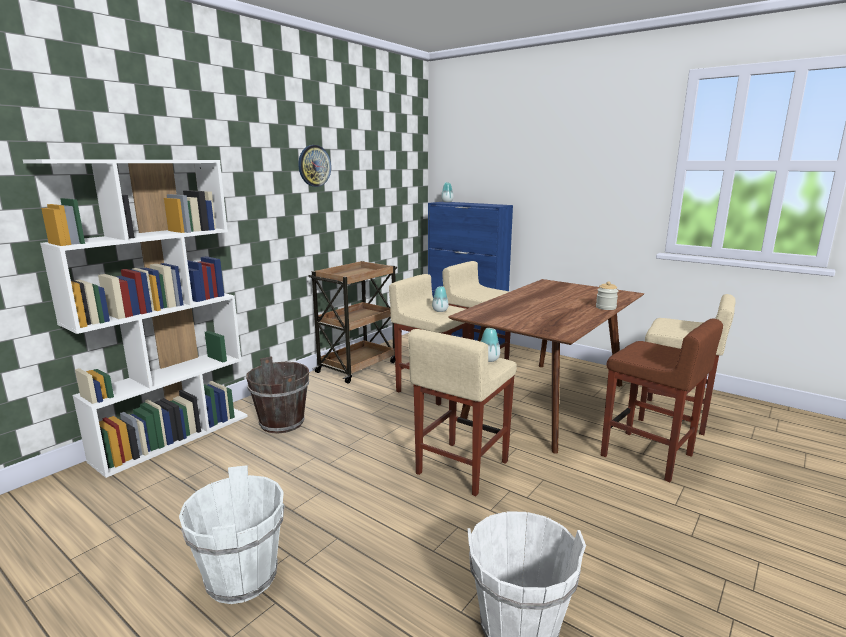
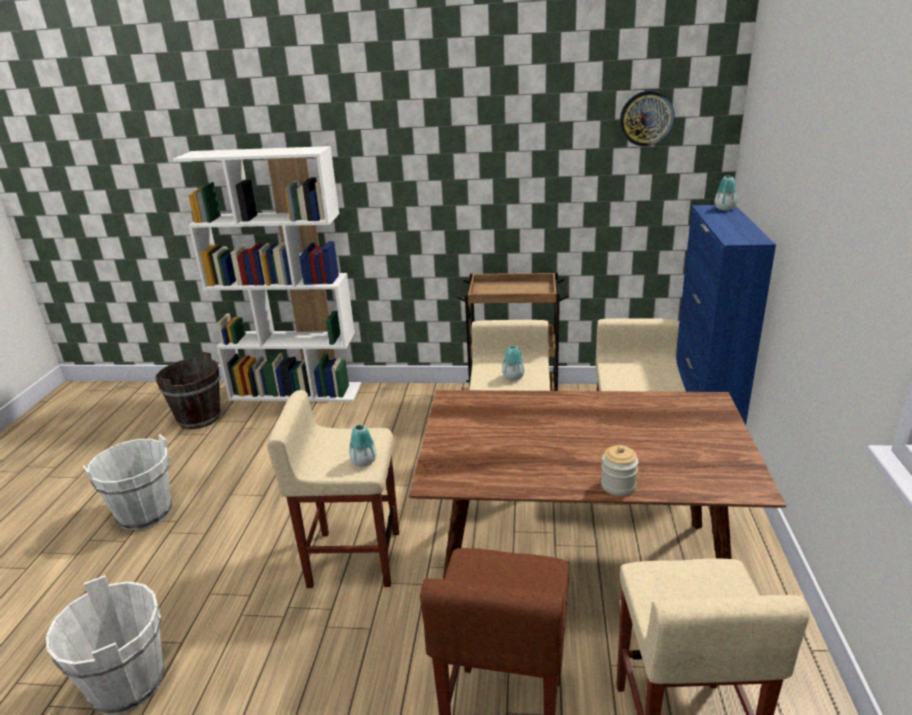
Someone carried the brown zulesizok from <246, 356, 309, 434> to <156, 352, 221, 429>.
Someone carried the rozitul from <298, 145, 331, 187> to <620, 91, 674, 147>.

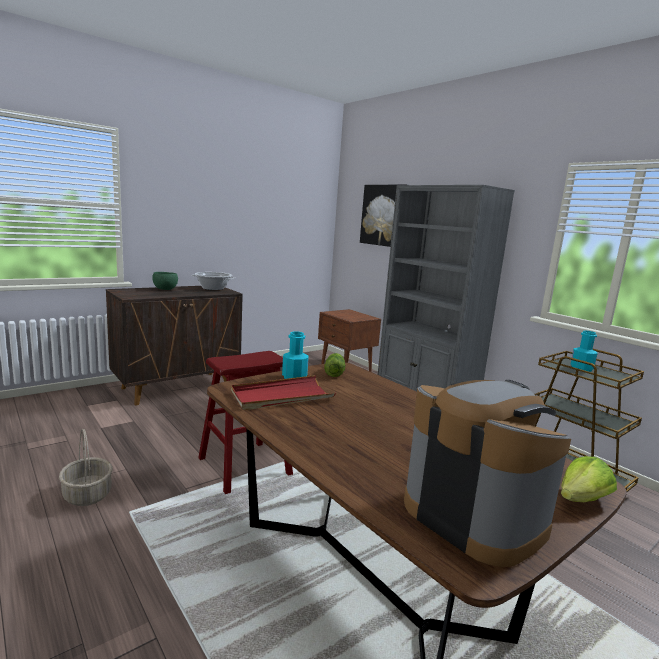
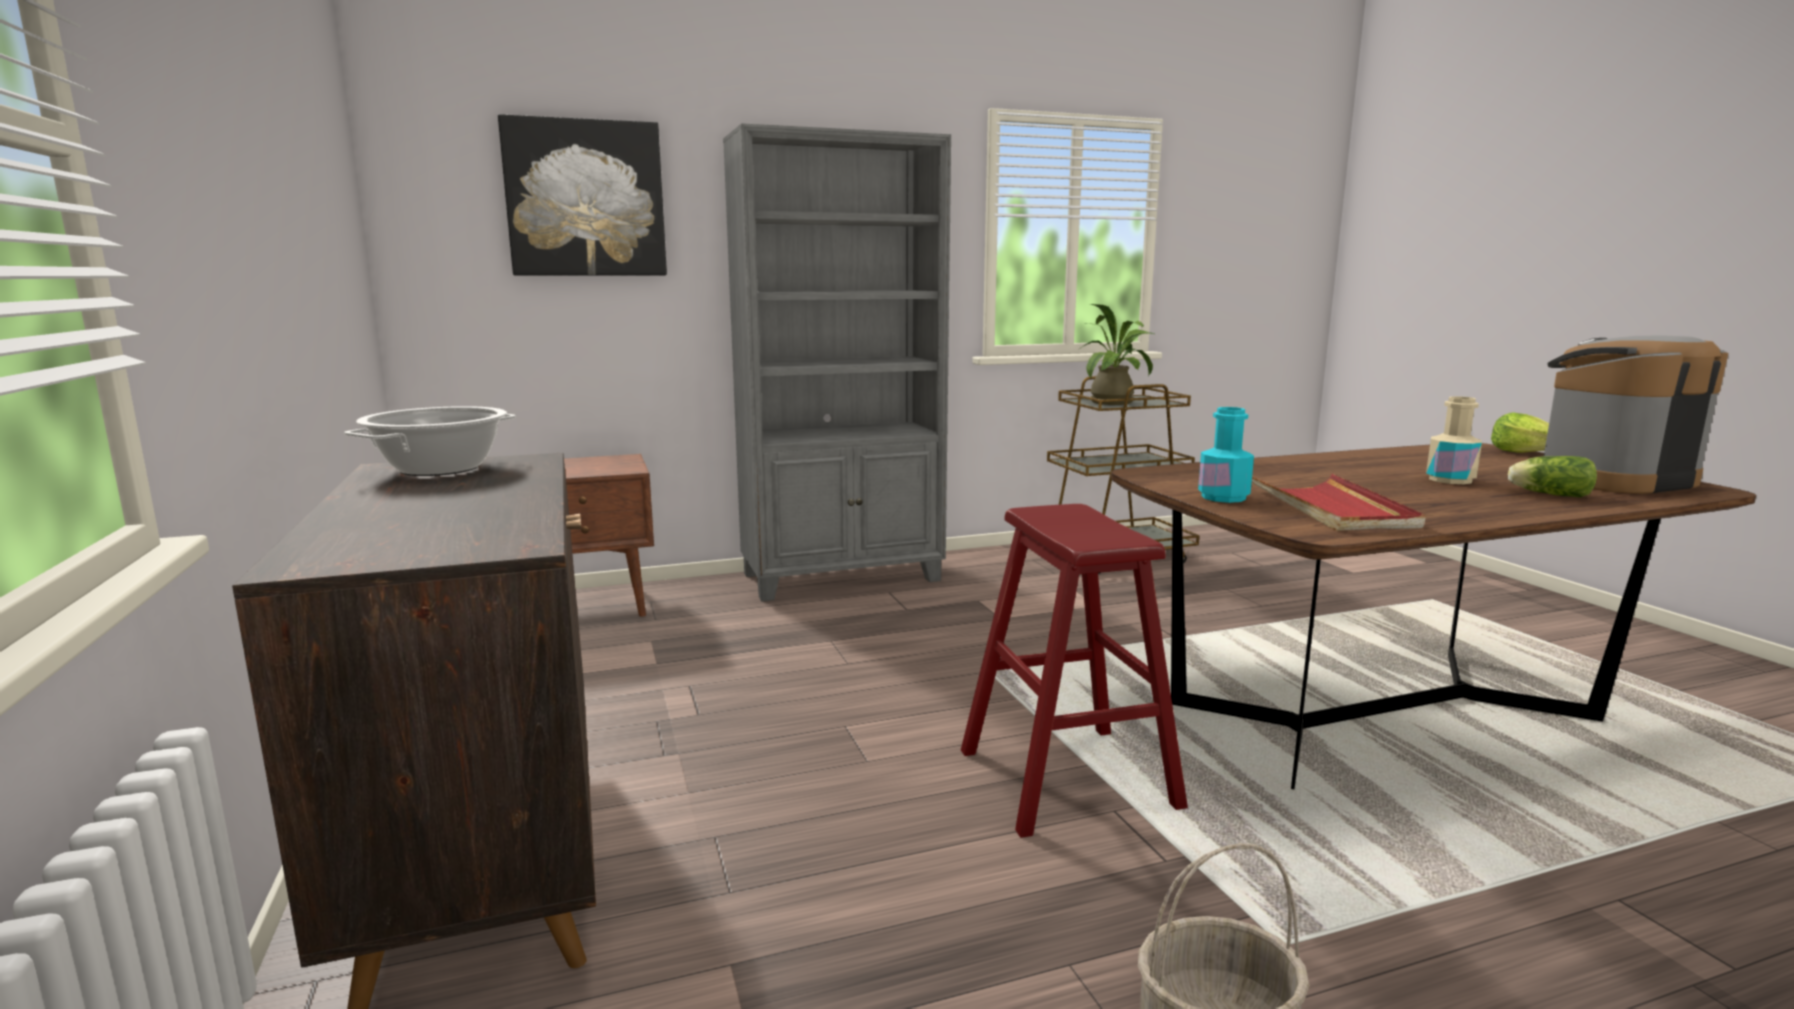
Someone took away the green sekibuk at <152, 272, 178, 290>.
Someone put down the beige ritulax at <1426, 396, 1482, 484>.
Someone carried the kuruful from <324, 353, 345, 377> to <1508, 456, 1597, 498>.
Someone swapped the turquoise ritulax at <571, 331, 598, 372> for the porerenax at <1078, 304, 1154, 405>.

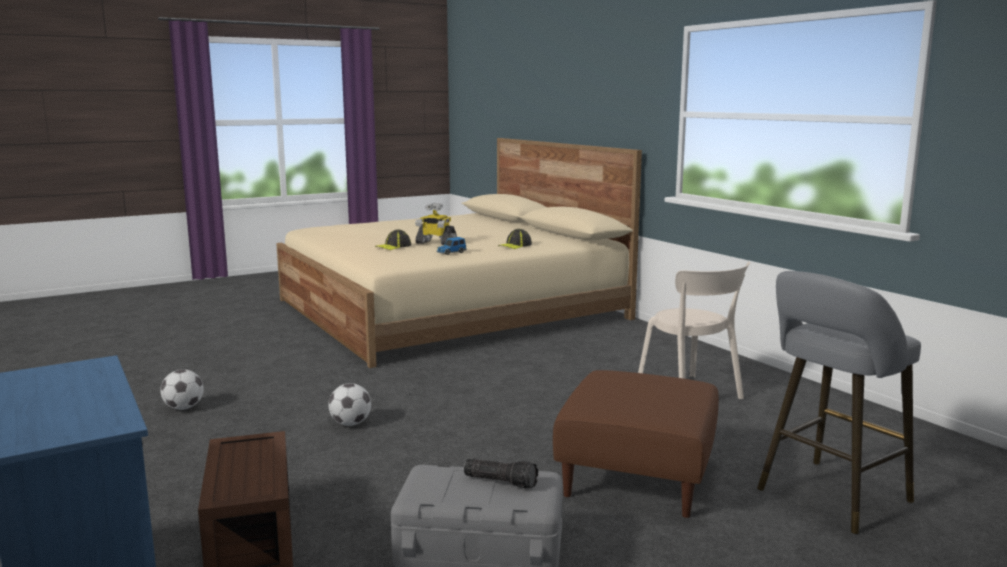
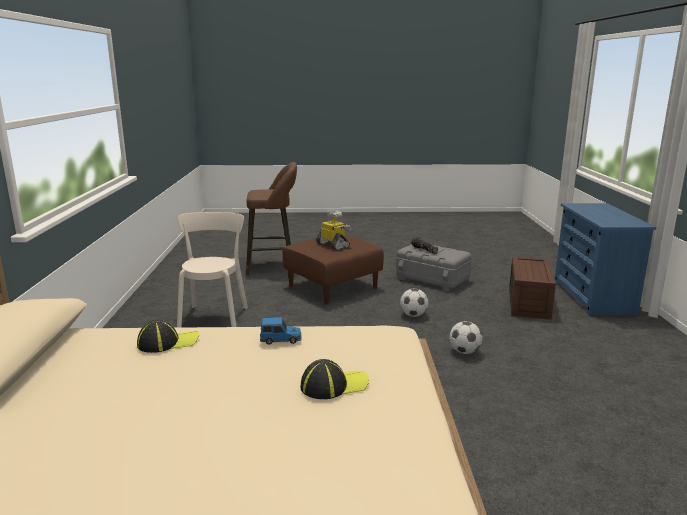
Someone carried the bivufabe from <160, 369, 204, 410> to <400, 289, 428, 317>.
Someone carried the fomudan from <415, 203, 457, 245> to <316, 211, 351, 250>.
Someone repainted the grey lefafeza at <757, 271, 921, 534>, which became the brown lefafeza at <246, 162, 297, 275>.

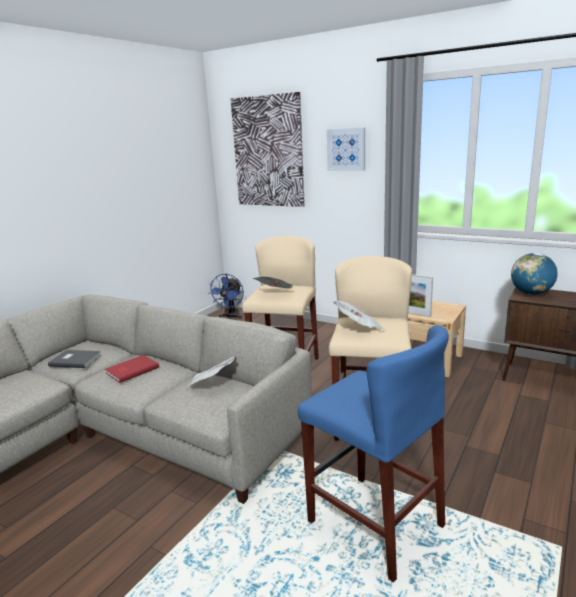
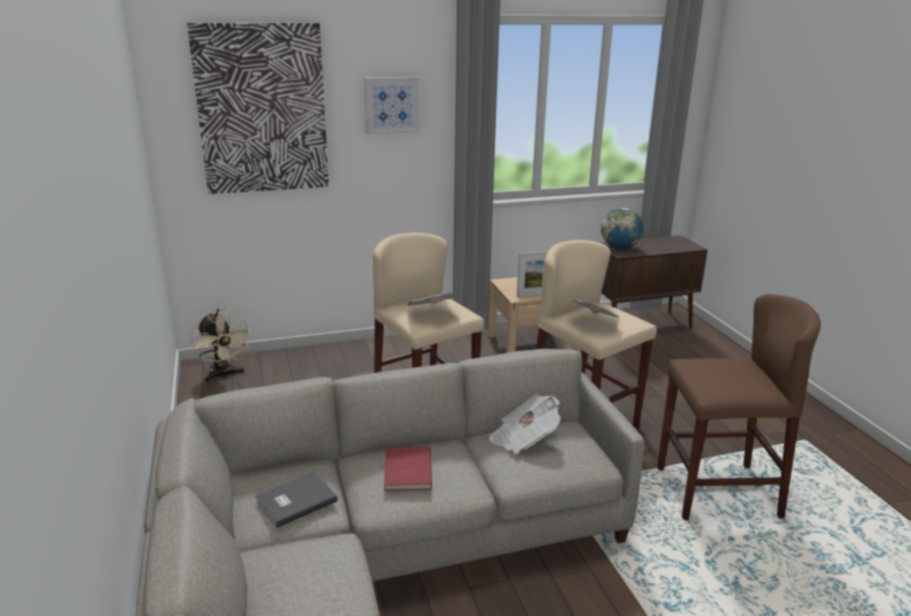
Someone repainted the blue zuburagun at <208, 274, 244, 319>, which became the beige zuburagun at <191, 309, 251, 382>.
Someone repainted the blue lefafeza at <298, 325, 449, 582>, which became the brown lefafeza at <657, 294, 821, 520>.

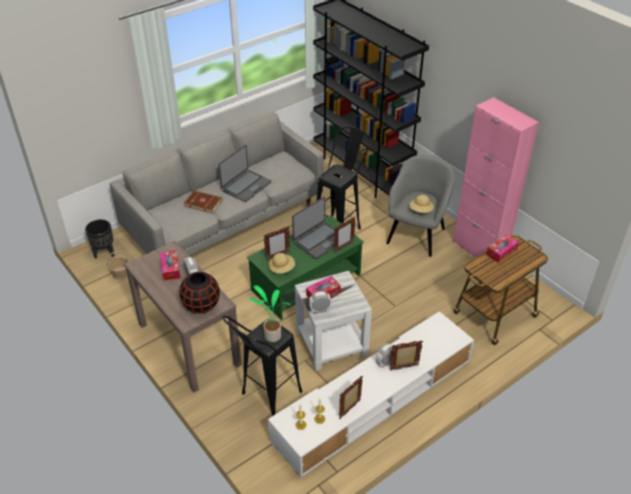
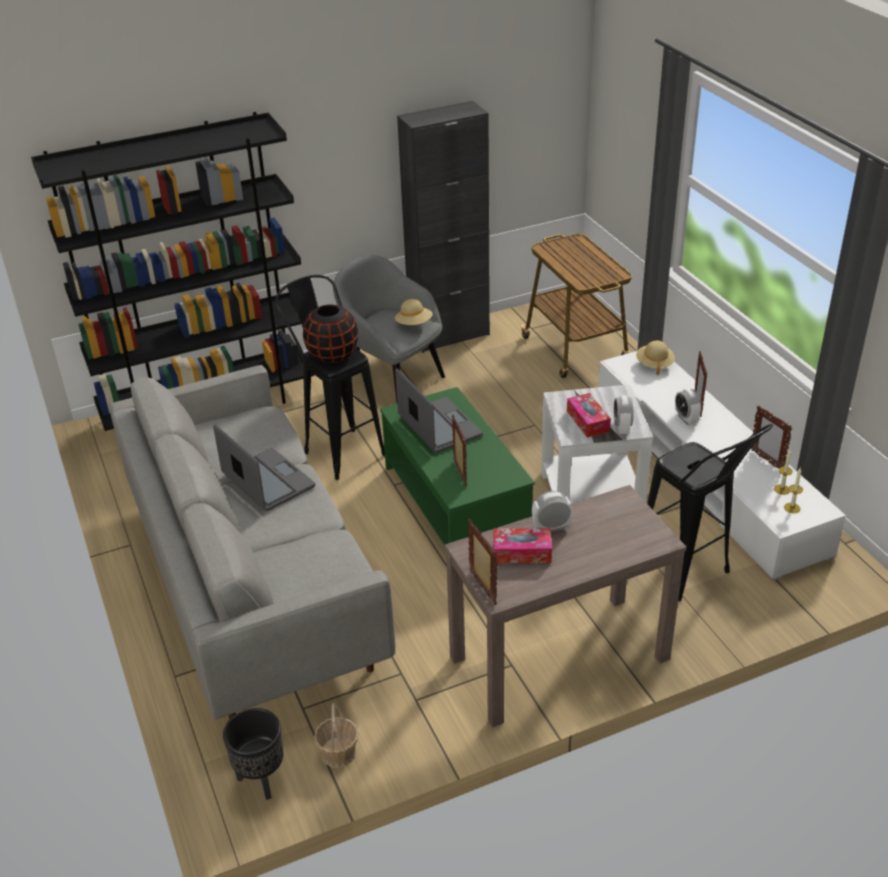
Someone took away the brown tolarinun at <184, 191, 223, 213>.
Someone took away the porerenax at <249, 285, 291, 342>.
Someone took away the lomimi at <486, 235, 519, 263>.
Someone carried the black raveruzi from <180, 272, 220, 313> to <303, 305, 358, 363>.
Someone carried the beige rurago from <269, 253, 295, 273> to <636, 341, 675, 375>.
Someone carried the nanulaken from <334, 216, 356, 253> to <468, 519, 497, 605>.
Someone repainted the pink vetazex at <453, 97, 539, 260>, which became the black vetazex at <397, 101, 490, 353>.

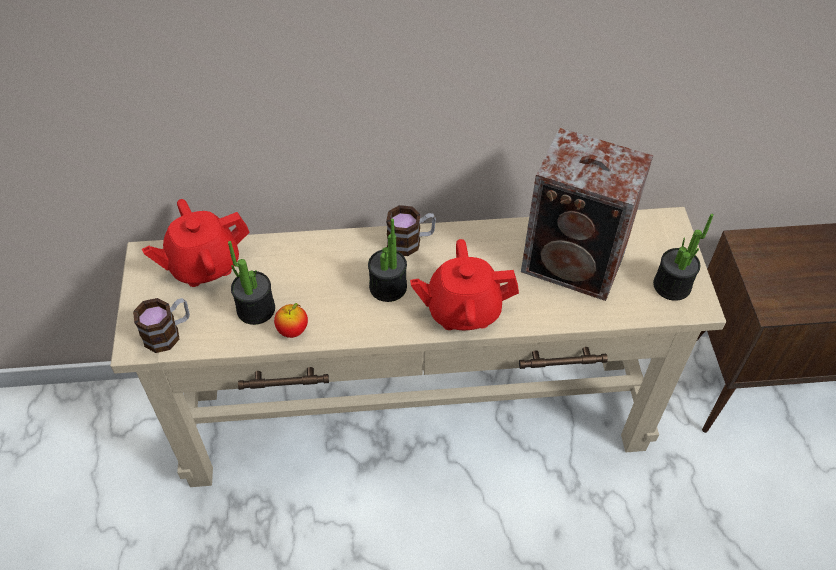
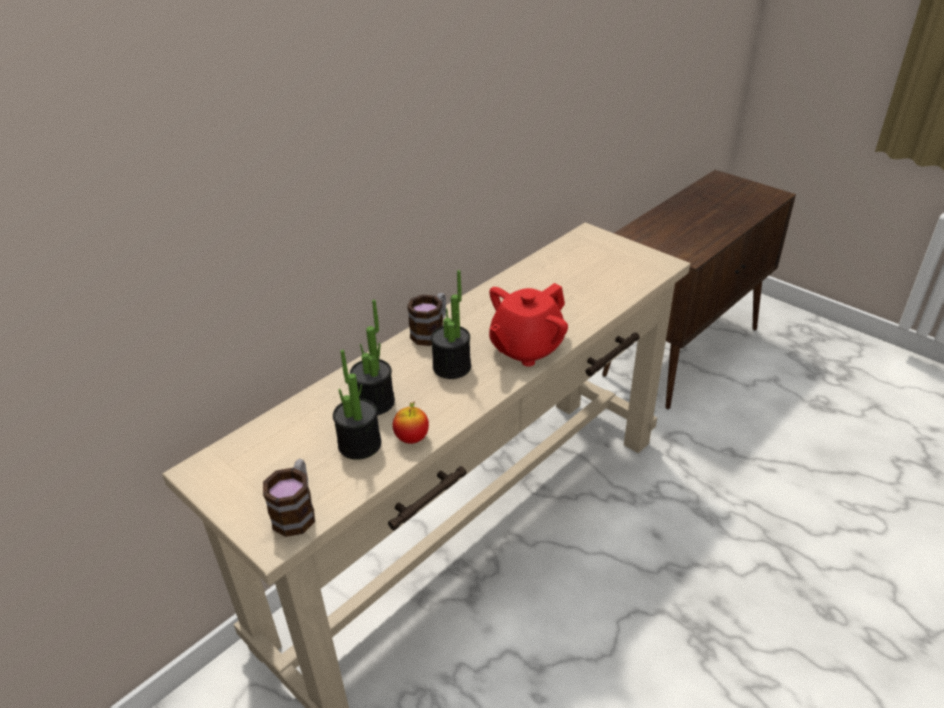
Someone took away the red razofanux at <142, 199, 250, 287>.
Someone took away the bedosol at <521, 128, 654, 301>.
Someone carried the porerenax from <653, 214, 714, 301> to <350, 300, 395, 415>.

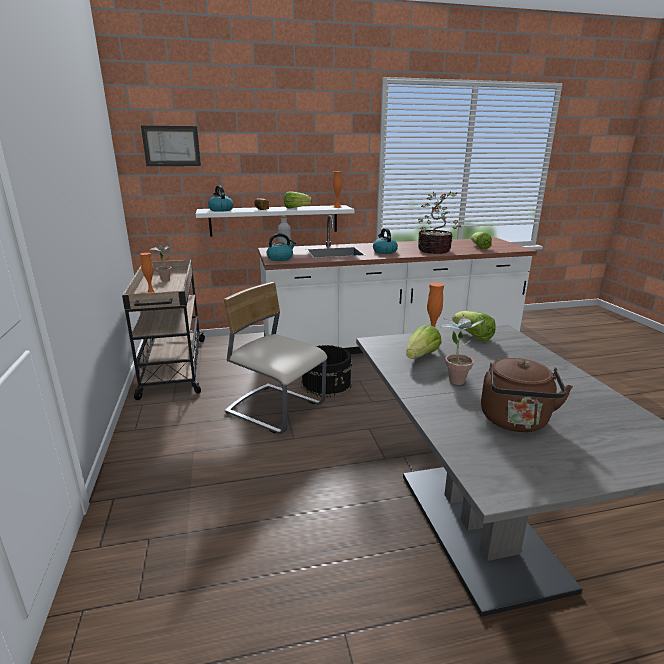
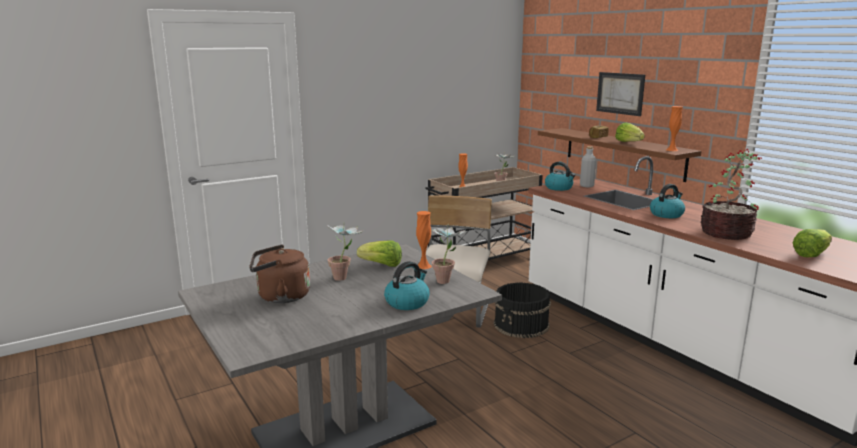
Someone carried the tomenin from <141, 126, 201, 166> to <596, 72, 645, 116>.
Someone carried the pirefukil from <208, 186, 233, 212> to <384, 261, 430, 310>.
Someone swapped the kuruful at <452, 311, 496, 341> for the porerenax at <432, 224, 466, 284>.
Someone repainted the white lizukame at <196, 205, 355, 236>, which became the brown lizukame at <538, 128, 702, 182>.

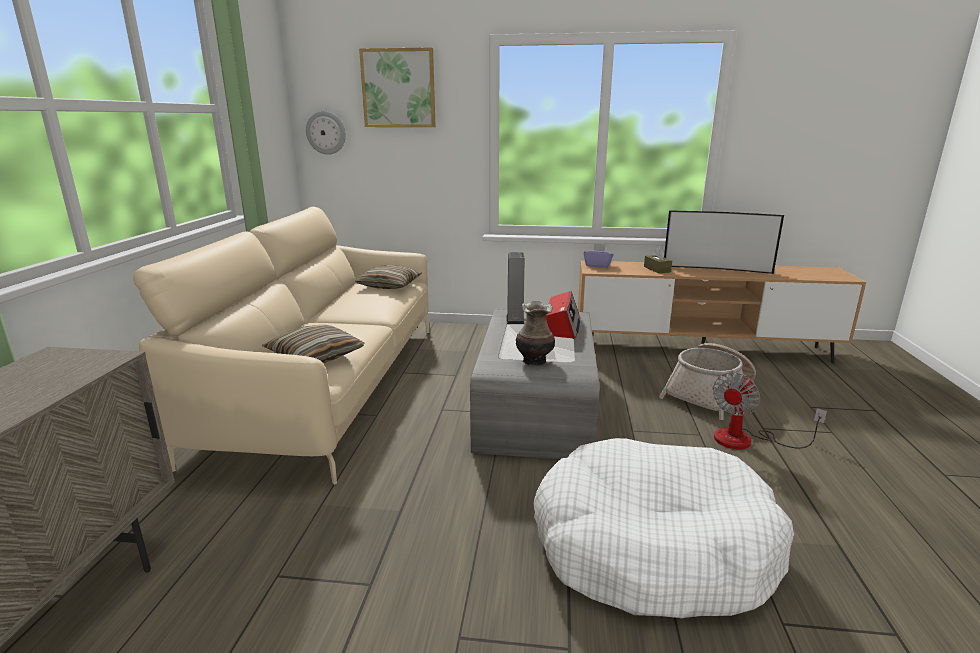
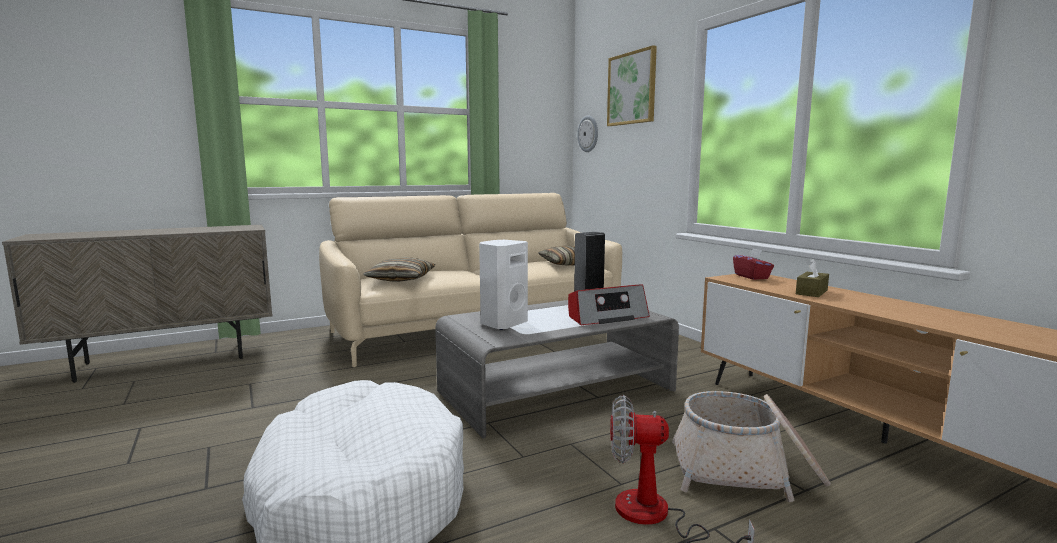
Someone took away the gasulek at <664, 210, 784, 274>.
Someone swapped the raveruzi at <516, 300, 555, 365> for the white bedosol at <479, 240, 528, 330>.
Someone repainted the purple lomimi at <584, 243, 614, 268>, which became the red lomimi at <733, 248, 774, 280>.

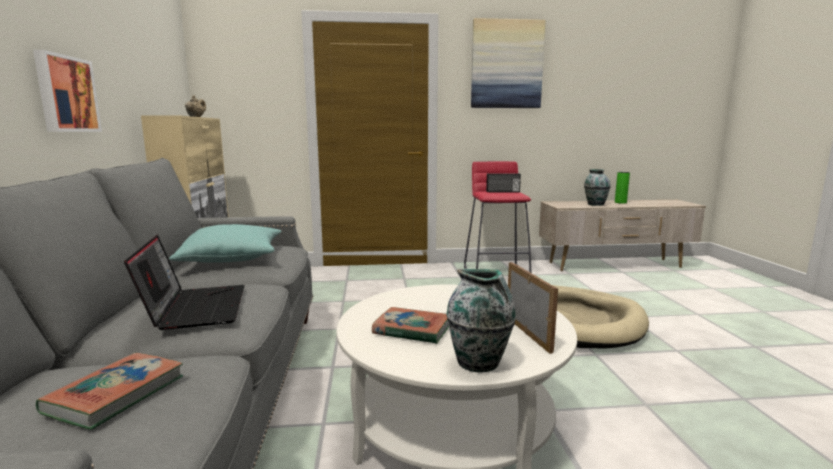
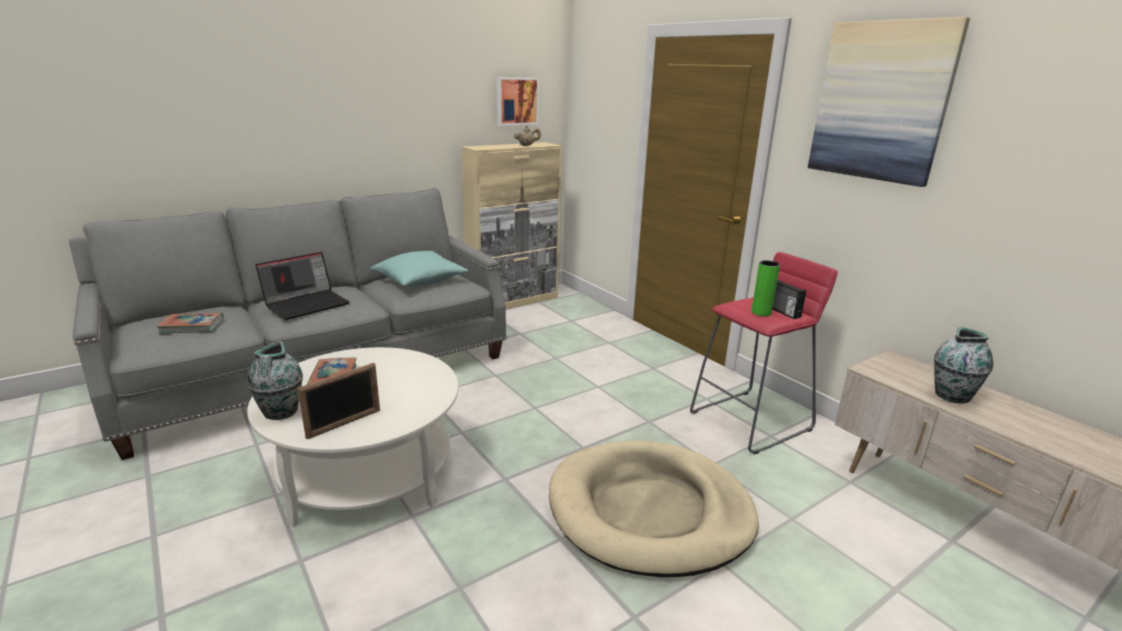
Someone carried the tomenin from <33, 50, 102, 132> to <497, 77, 539, 126>.
Someone carried the green raveruzi from <615, 172, 630, 204> to <752, 260, 780, 316>.

